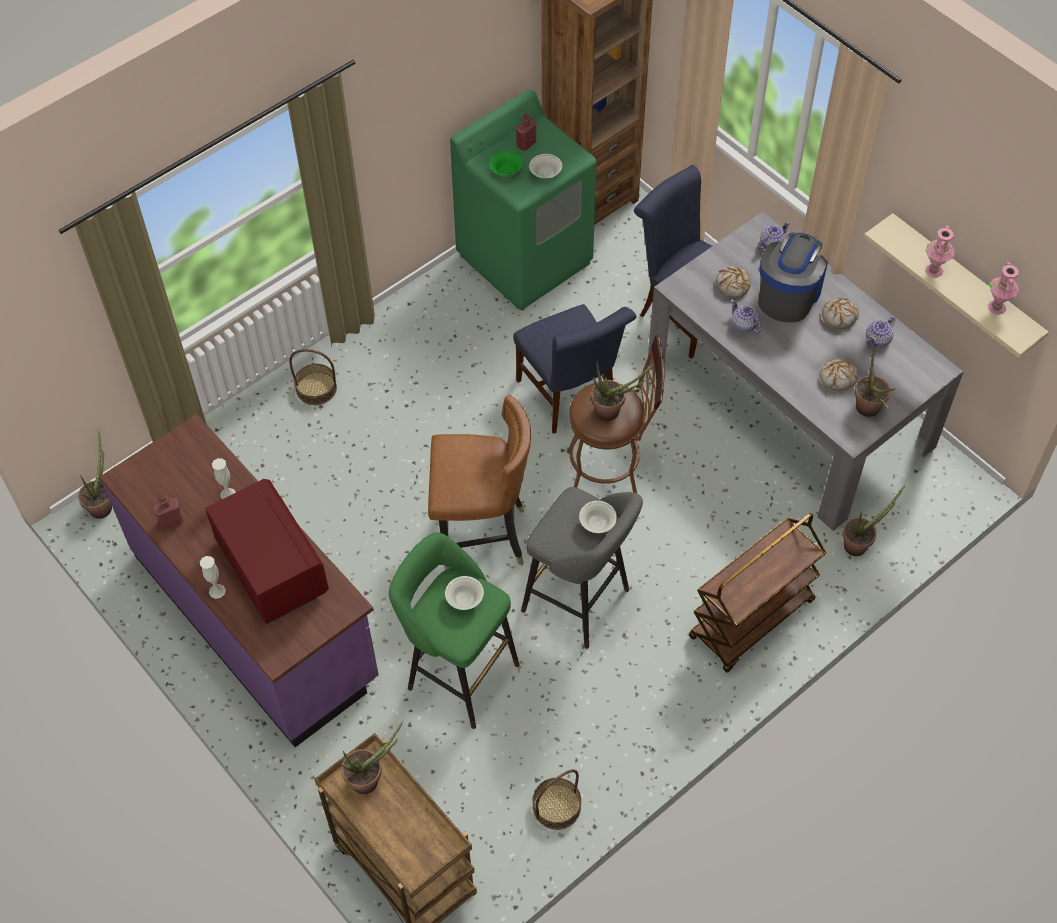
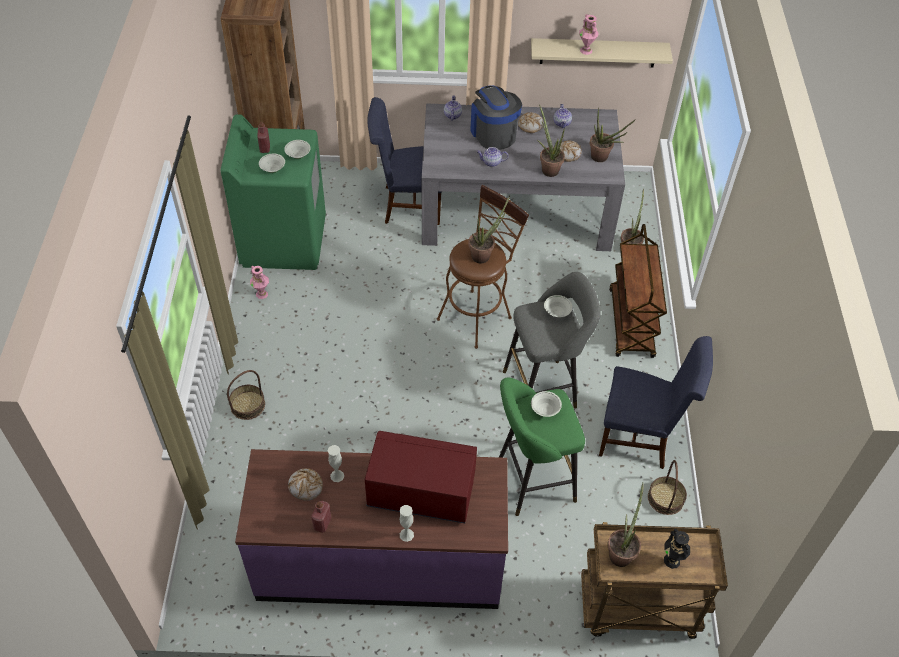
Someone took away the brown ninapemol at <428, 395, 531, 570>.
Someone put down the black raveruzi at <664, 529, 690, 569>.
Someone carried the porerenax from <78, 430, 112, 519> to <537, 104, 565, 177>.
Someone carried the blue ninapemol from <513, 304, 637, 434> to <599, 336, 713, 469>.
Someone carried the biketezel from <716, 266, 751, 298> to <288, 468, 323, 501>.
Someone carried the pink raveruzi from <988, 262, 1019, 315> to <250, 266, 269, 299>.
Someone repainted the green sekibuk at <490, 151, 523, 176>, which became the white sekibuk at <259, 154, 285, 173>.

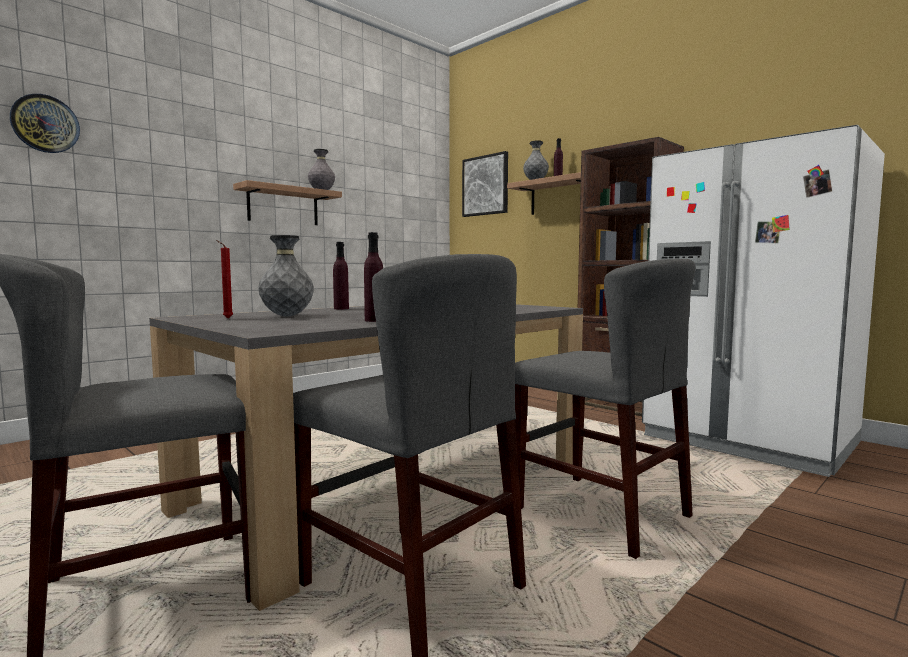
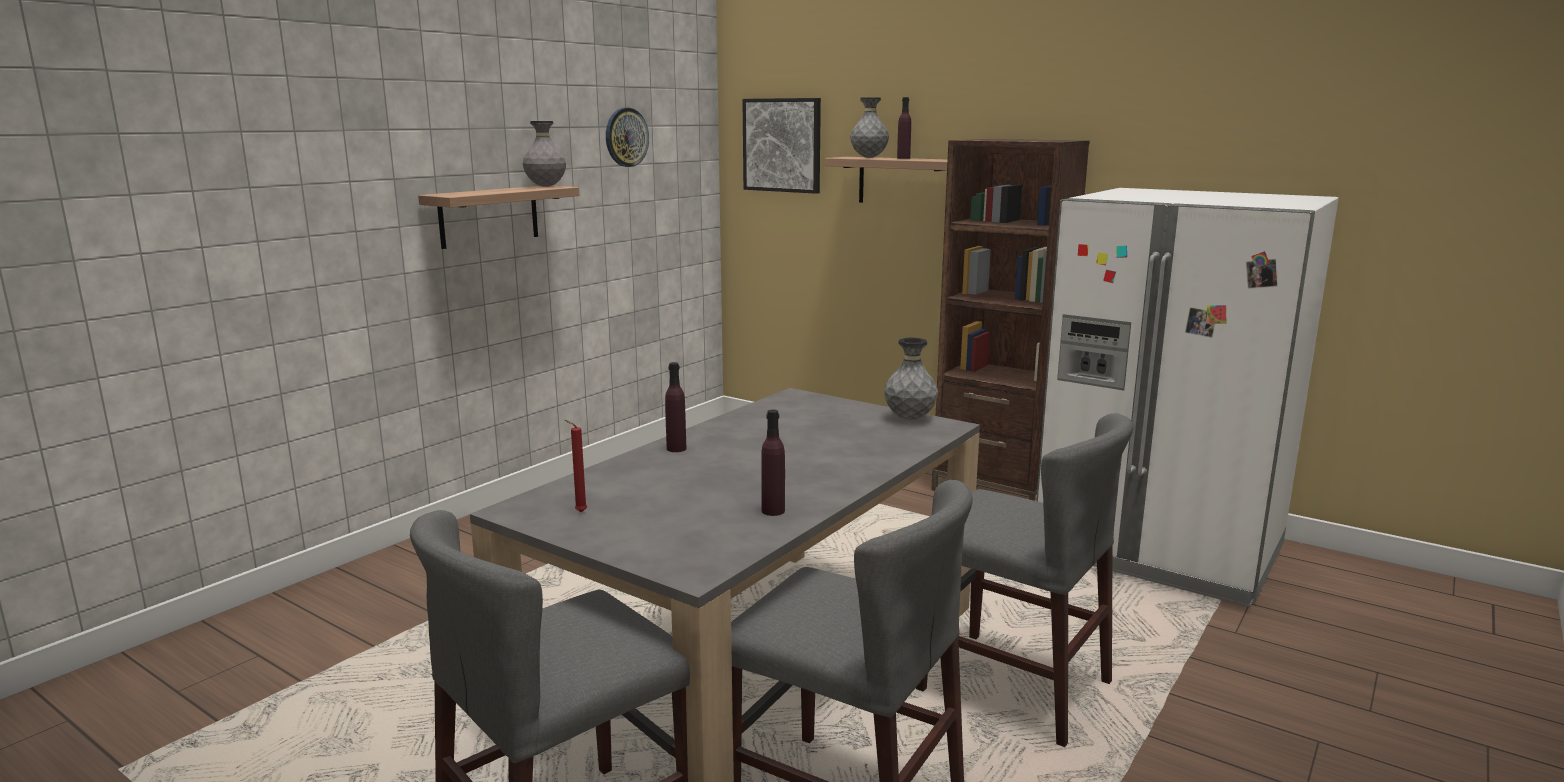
Someone carried the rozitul from <10, 94, 80, 153> to <606, 108, 649, 167>.
Someone carried the grey raveruzi from <258, 235, 314, 317> to <884, 338, 938, 420>.

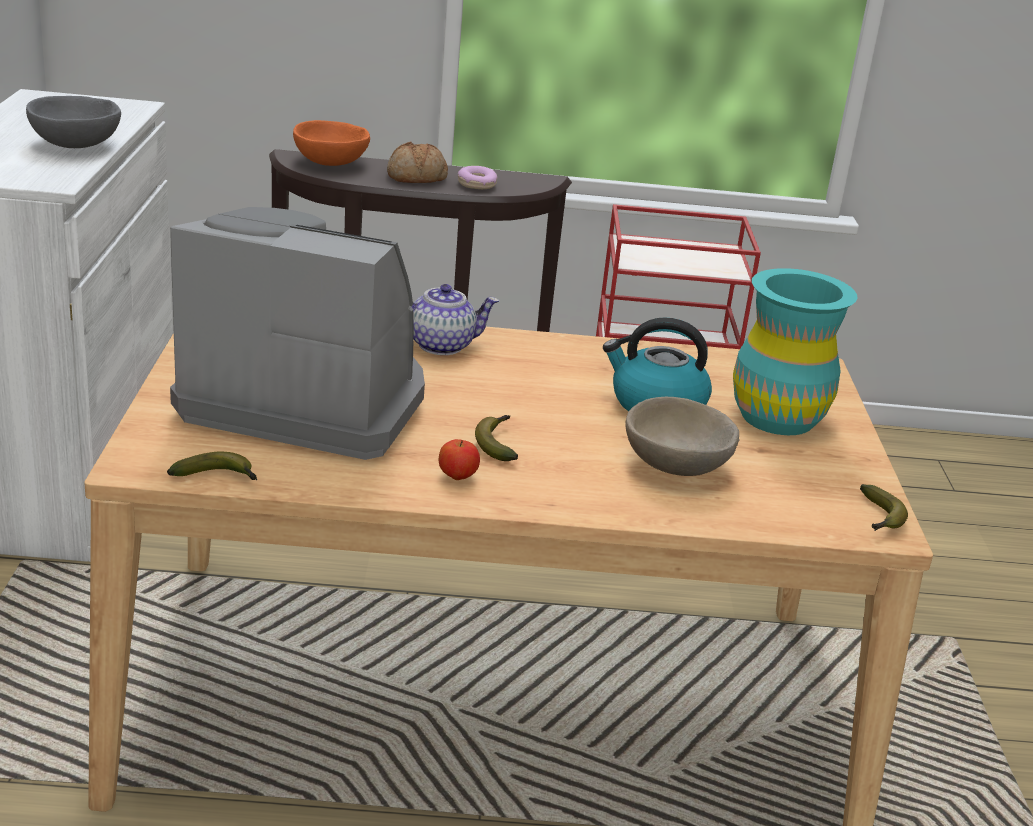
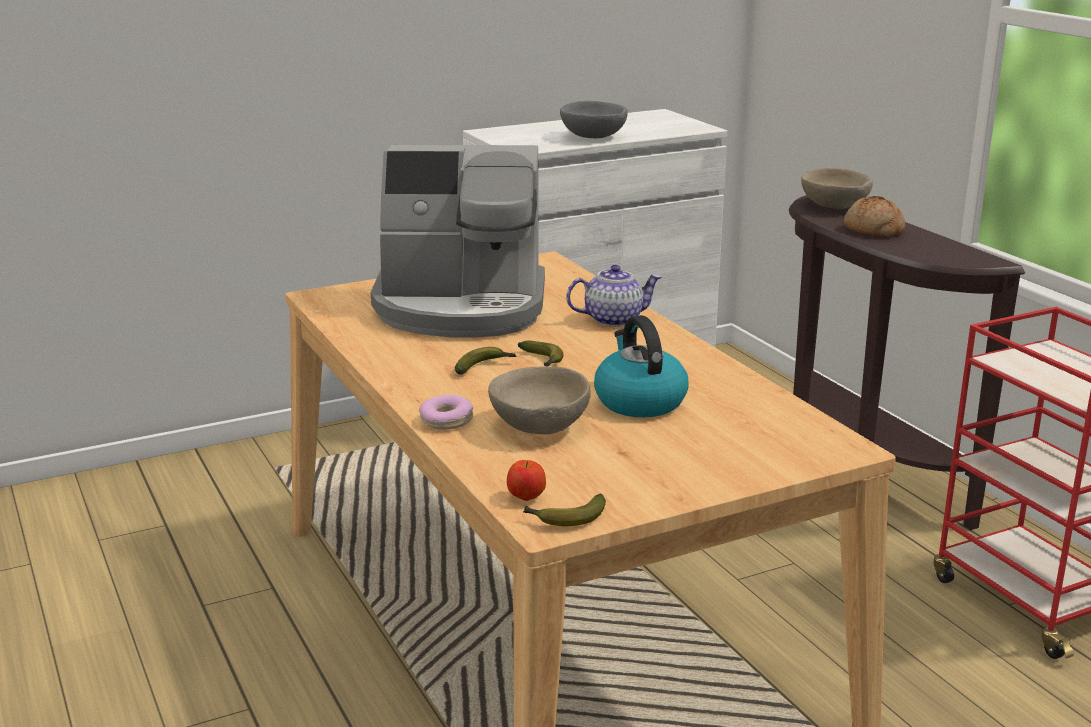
Someone took away the turquoise raveruzi at <733, 268, 857, 435>.
Someone carried the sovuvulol from <167, 452, 257, 480> to <518, 341, 564, 366>.
Someone carried the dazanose from <439, 439, 480, 480> to <507, 460, 546, 501>.
Someone carried the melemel from <458, 166, 497, 189> to <419, 395, 473, 430>.
Someone repainted the orange sekibuk at <293, 120, 370, 166>, which became the beige sekibuk at <801, 168, 873, 209>.
Someone rotated the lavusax at <170, 207, 425, 460> by 105 degrees clockwise.
Someone rotated the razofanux at <411, 284, 499, 355> by 60 degrees counterclockwise.

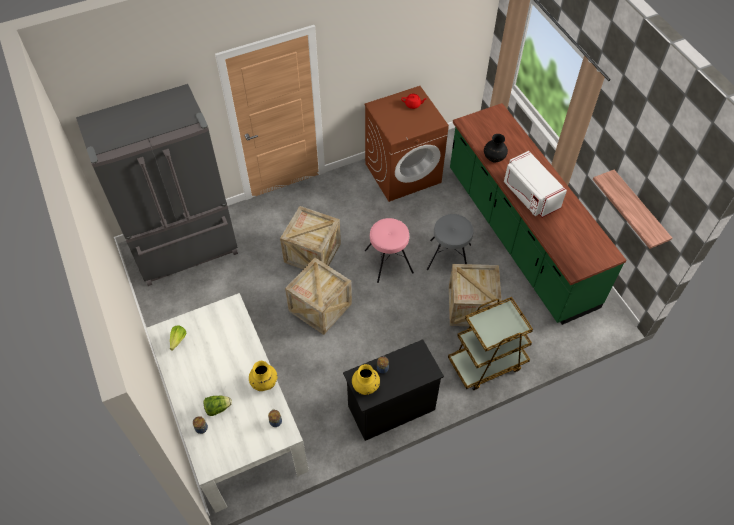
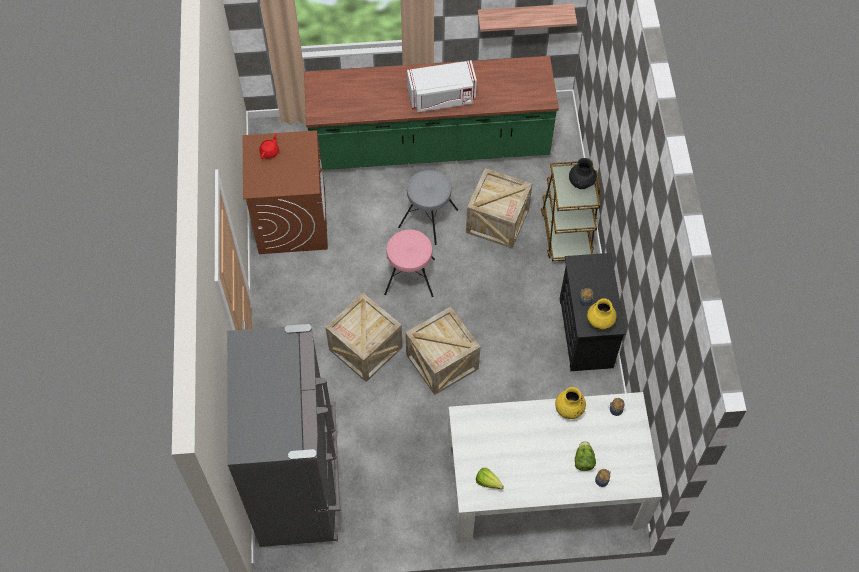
Someone carried the black raveruzi from <484, 134, 508, 162> to <569, 158, 597, 189>.

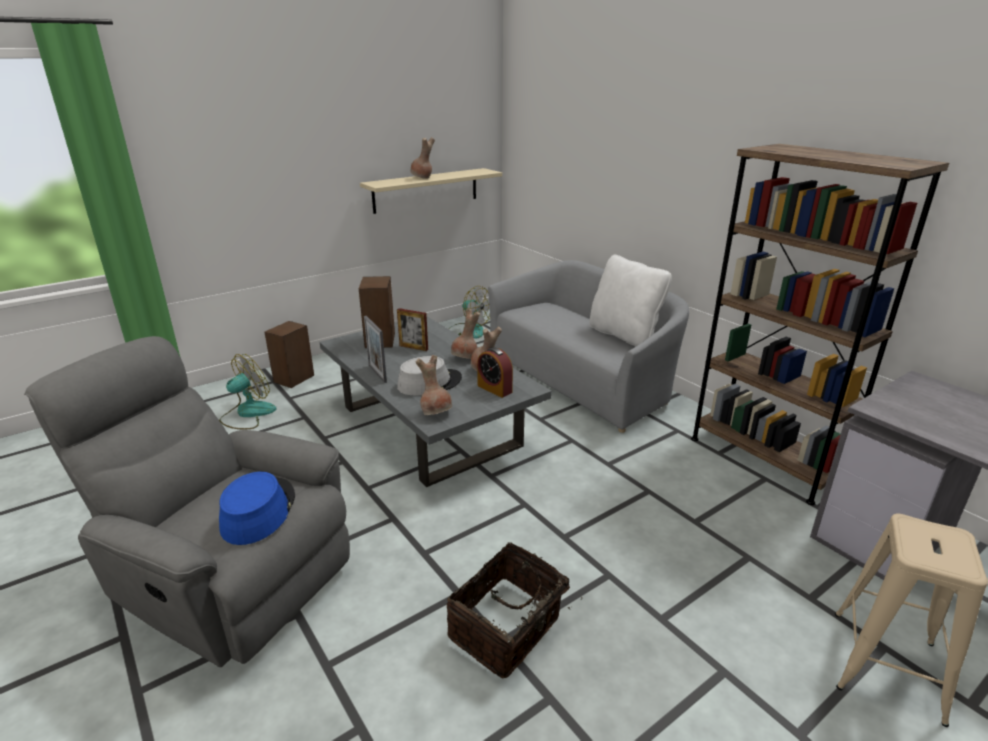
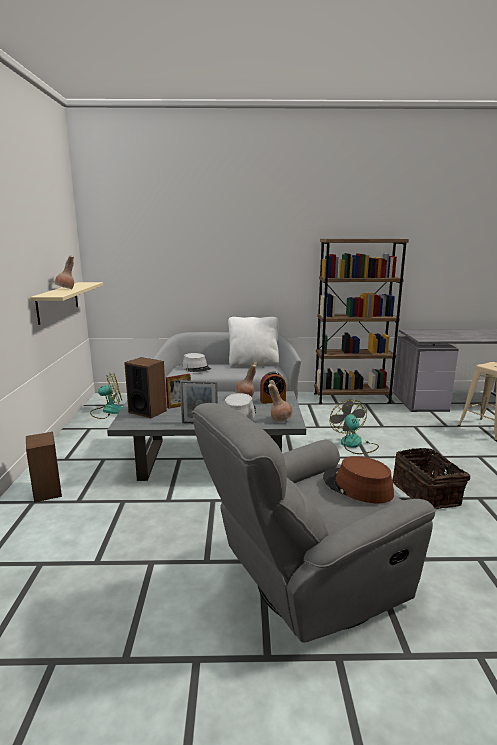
Someone took away the brown raveruzi at <451, 309, 480, 359>.
Someone put down the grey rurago at <182, 353, 211, 372>.
Someone carried the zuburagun from <219, 354, 276, 429> to <330, 400, 379, 454>.
Someone repainted the blue rurago at <219, 471, 295, 545>, which became the brown rurago at <323, 456, 394, 504>.

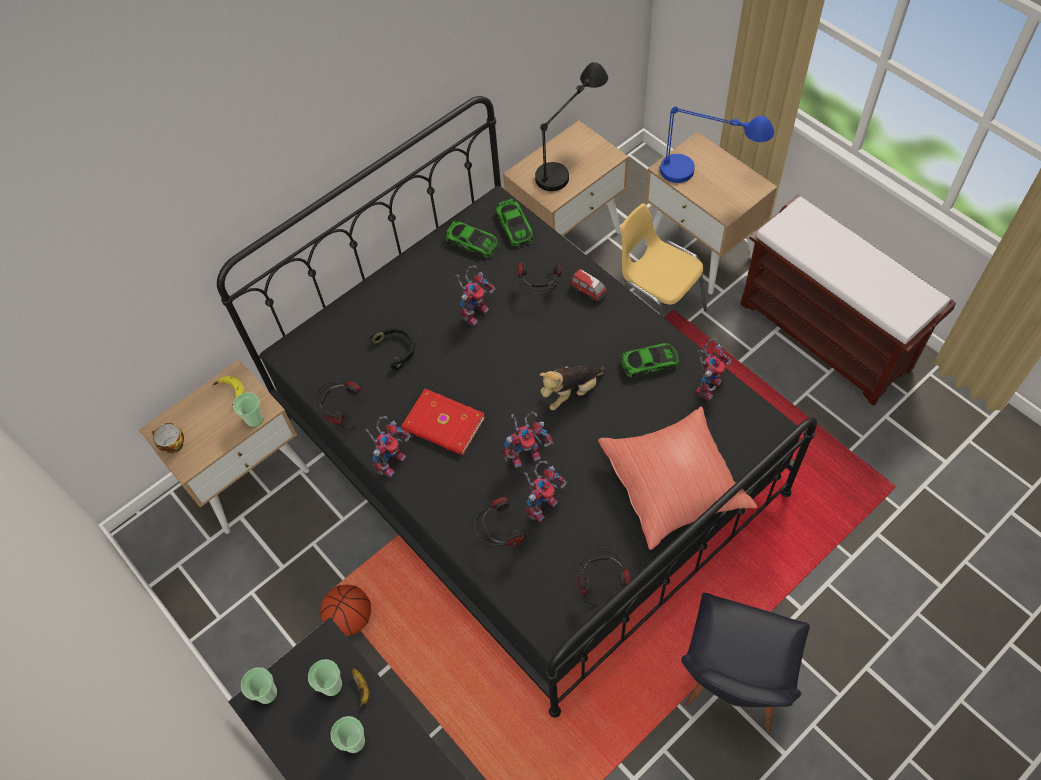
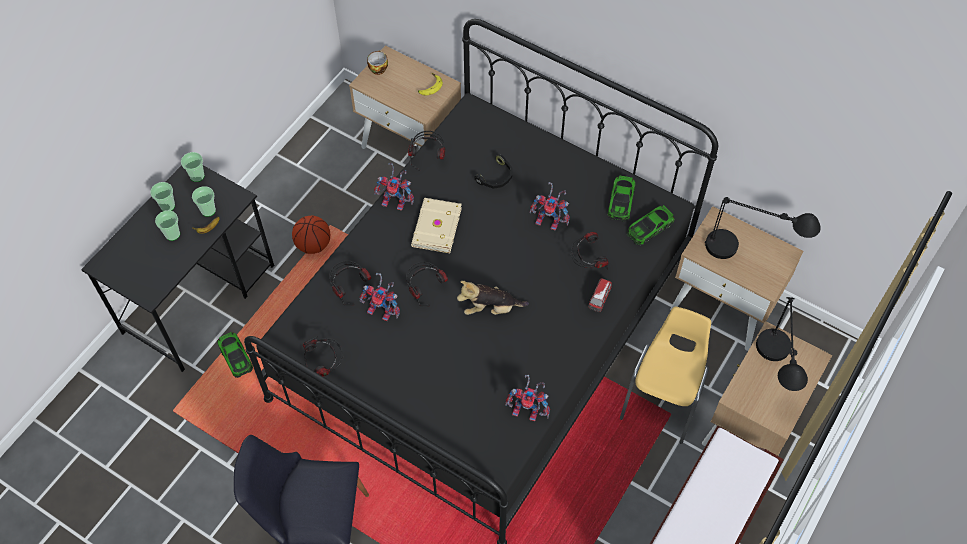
Someone took away the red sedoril at <598, 406, 757, 550>.
Someone carried the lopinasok from <233, 392, 264, 427> to <150, 182, 175, 211>.
Someone carried the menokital from <620, 343, 681, 378> to <217, 332, 253, 378>.
Someone swapped the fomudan at <502, 411, 554, 468> for the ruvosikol at <406, 262, 448, 306>.
Someone repainted the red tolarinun at <401, 389, 485, 455>, which became the beige tolarinun at <411, 198, 462, 253>.
Someone repainted the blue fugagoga at <659, 106, 774, 183>, which became the black fugagoga at <756, 297, 808, 391>.
Someone rotated the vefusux at <540, 365, 606, 410> by 45 degrees counterclockwise.

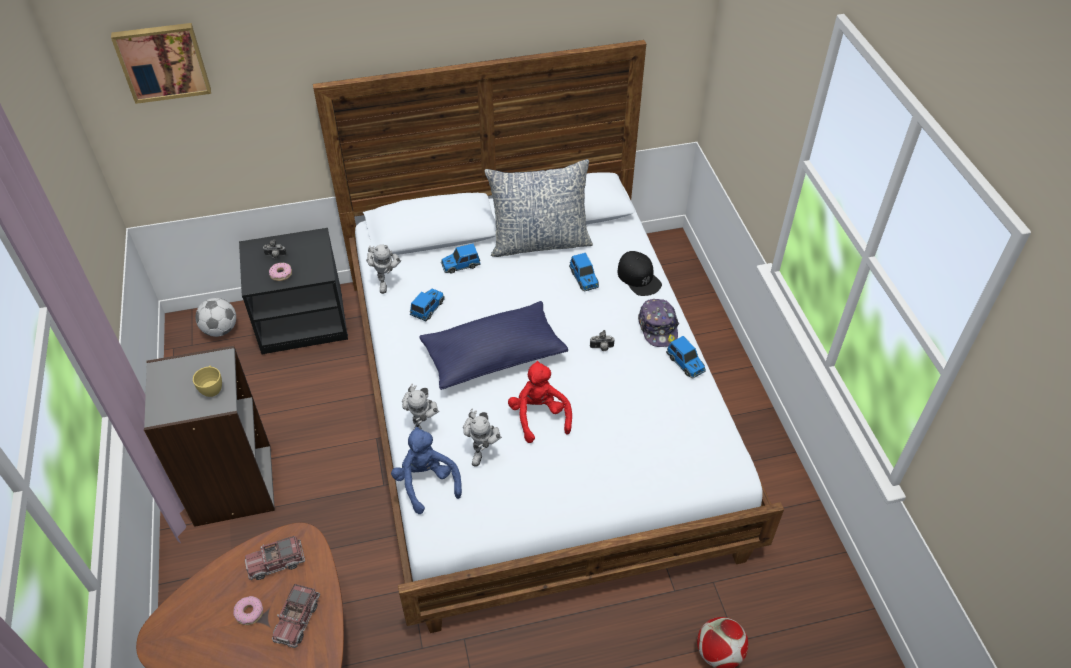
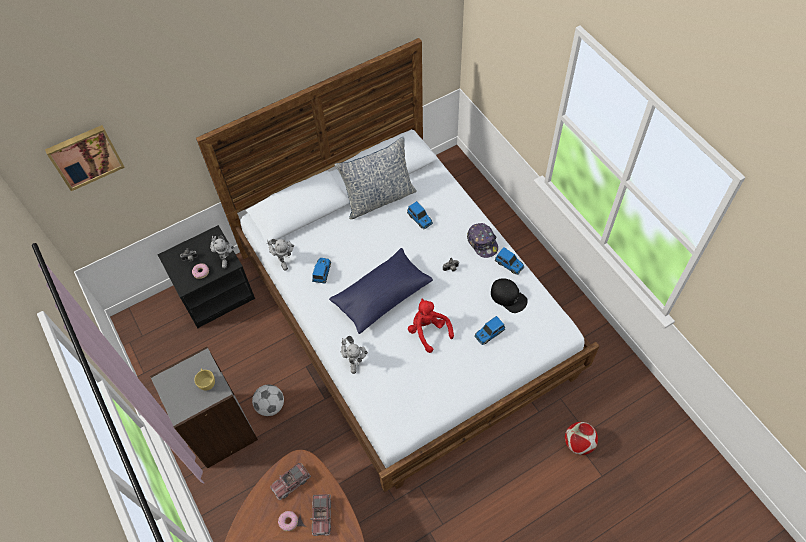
Someone took away the blue vefusux at <391, 427, 462, 514>.
Someone carried the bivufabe from <195, 298, 236, 337> to <252, 384, 284, 416>.
Someone carried the menokital from <441, 243, 481, 274> to <474, 316, 505, 345>.
Someone carried the fomudan from <463, 409, 502, 467> to <210, 236, 235, 269>.
Someone carried the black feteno from <618, 251, 662, 296> to <491, 278, 528, 313>.

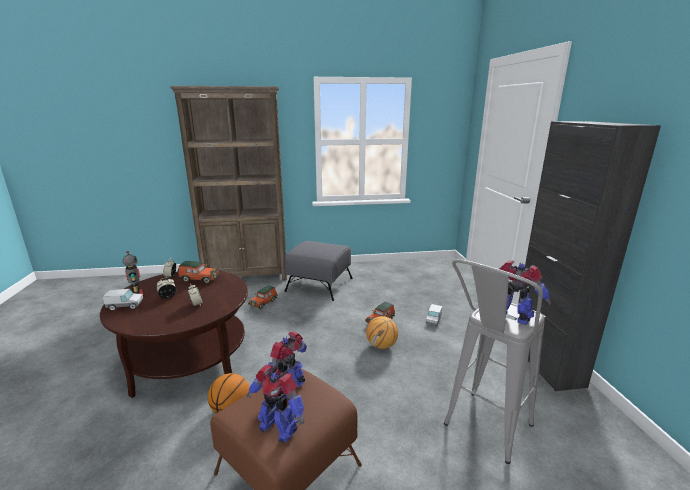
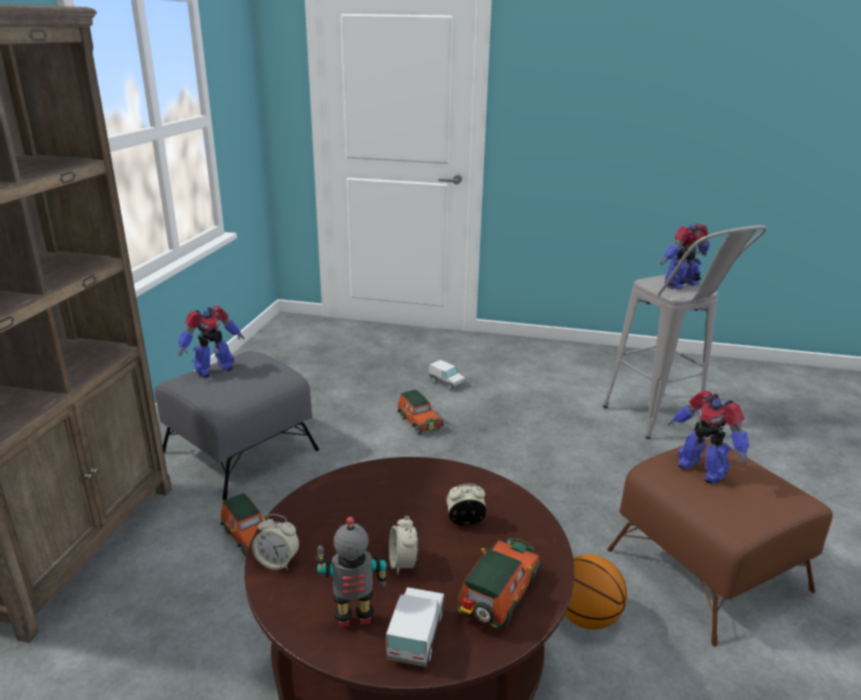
Someone took away the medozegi at <366, 316, 398, 349>.
Someone took away the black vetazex at <515, 121, 661, 391>.
Someone carried the menokital from <178, 261, 219, 284> to <456, 538, 543, 629>.
Someone carried the fomudan from <246, 365, 304, 443> to <178, 306, 244, 378>.

